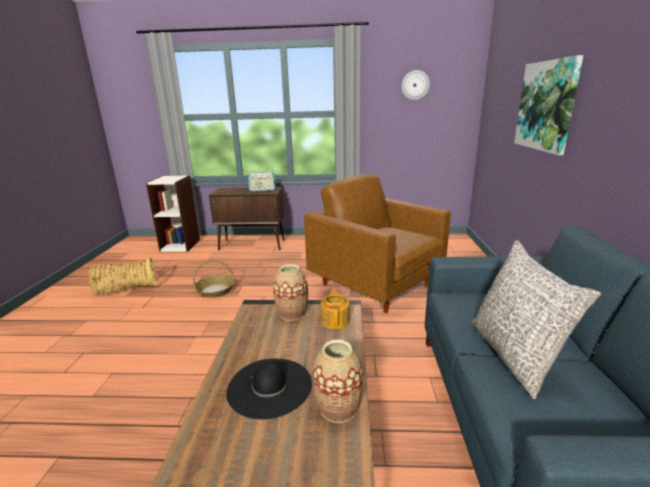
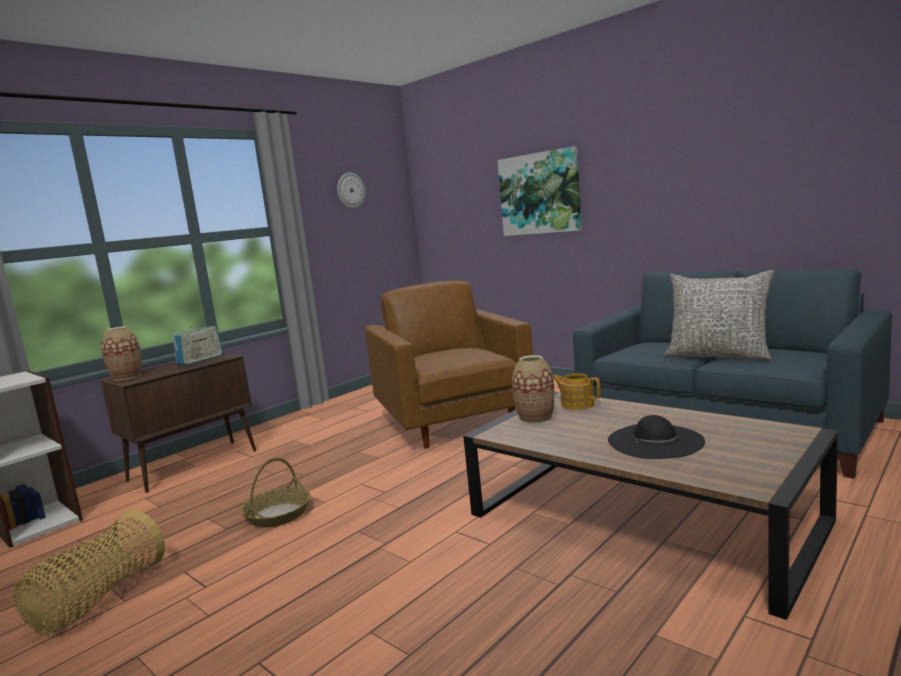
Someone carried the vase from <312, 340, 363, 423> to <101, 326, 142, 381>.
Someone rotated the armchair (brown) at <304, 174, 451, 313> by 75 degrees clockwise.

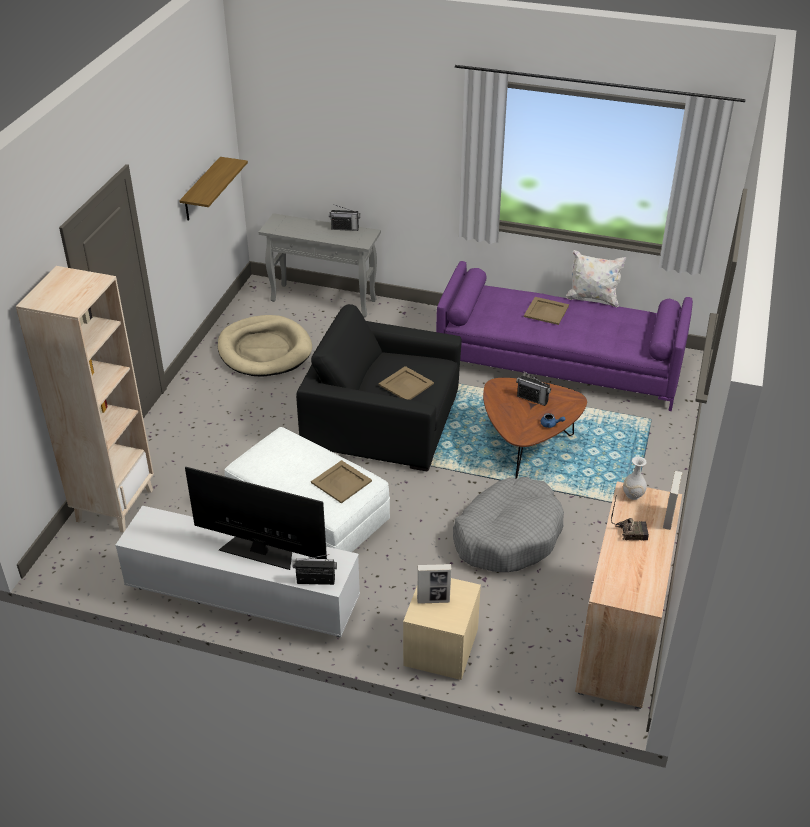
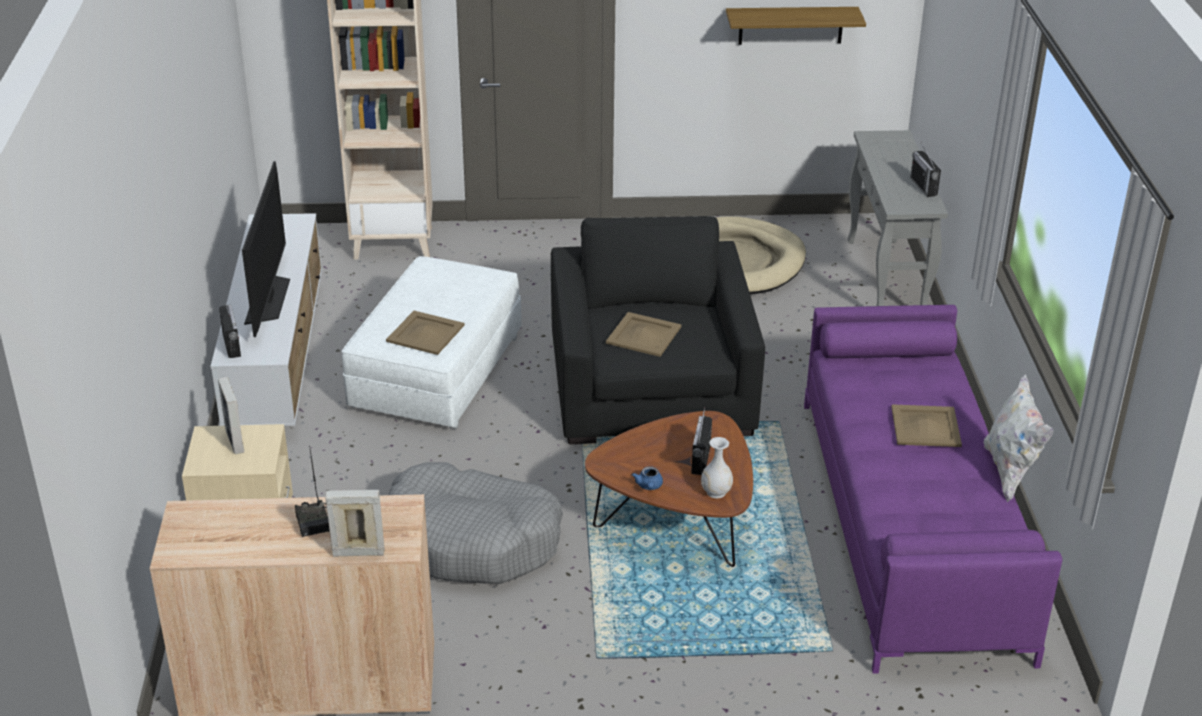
Someone carried the vase (white) from <623, 457, 647, 500> to <701, 437, 733, 498>.

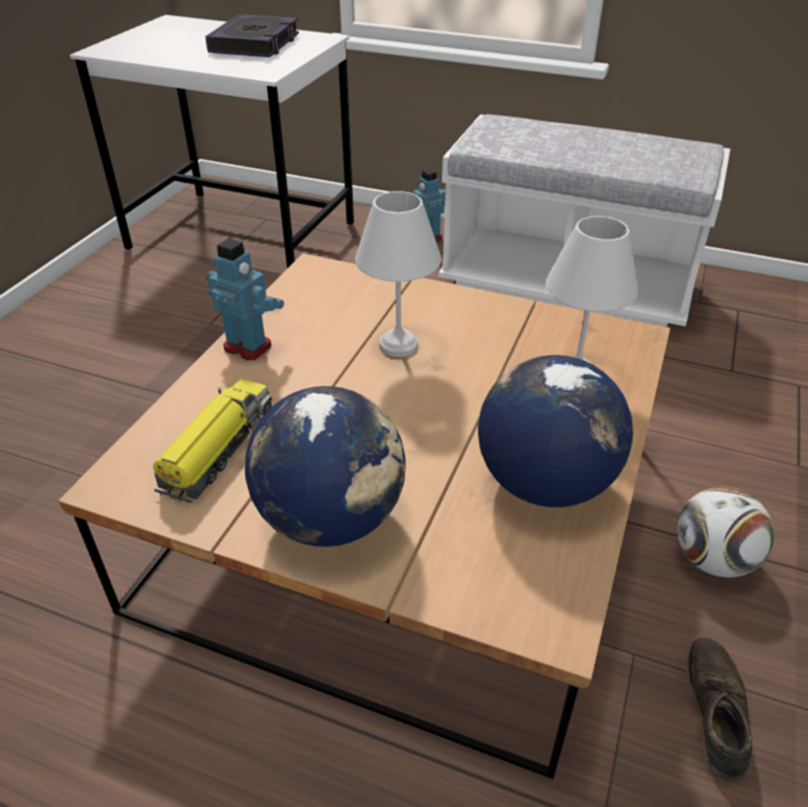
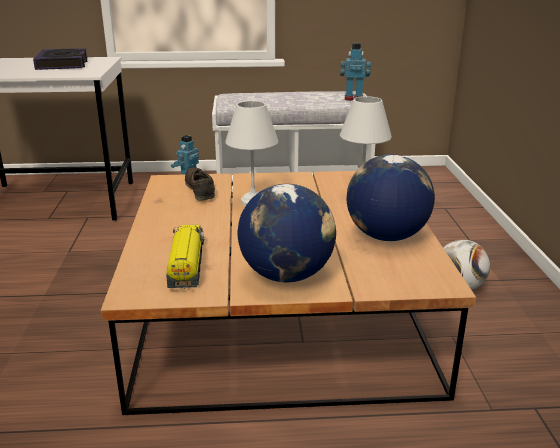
Someone carried the toy robot from <206, 238, 284, 360> to <340, 43, 371, 101>.
Someone carried the shoe (brown) from <686, 638, 752, 780> to <185, 168, 215, 201>.

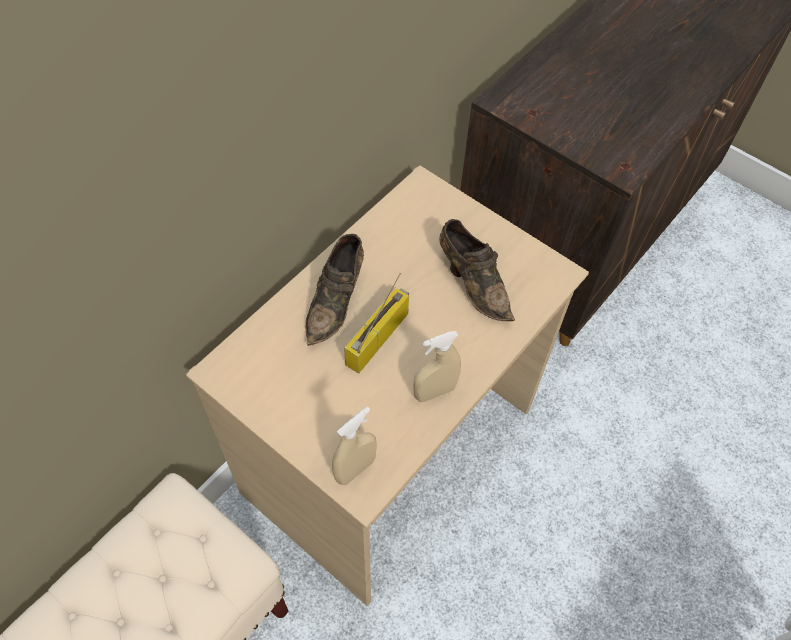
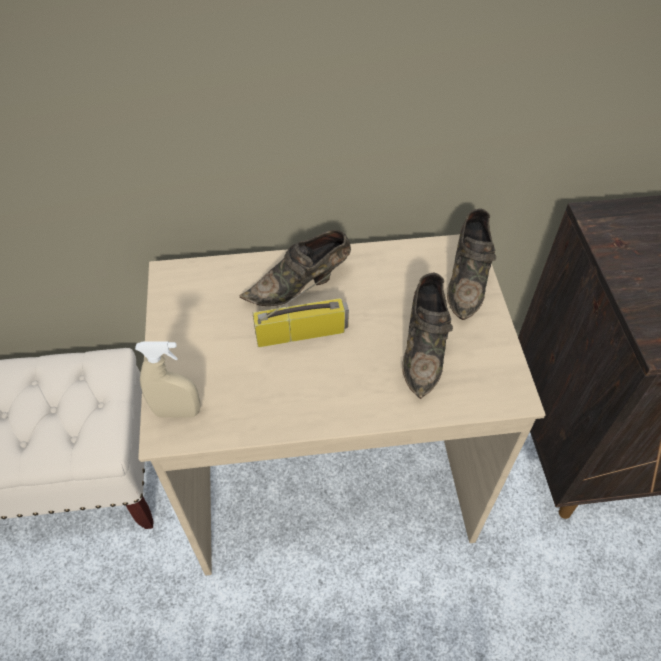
Someone took away the spray bottle (beige) at <413, 331, 461, 402>.
Someone put down the shoe (brown) at <447, 208, 496, 320>.

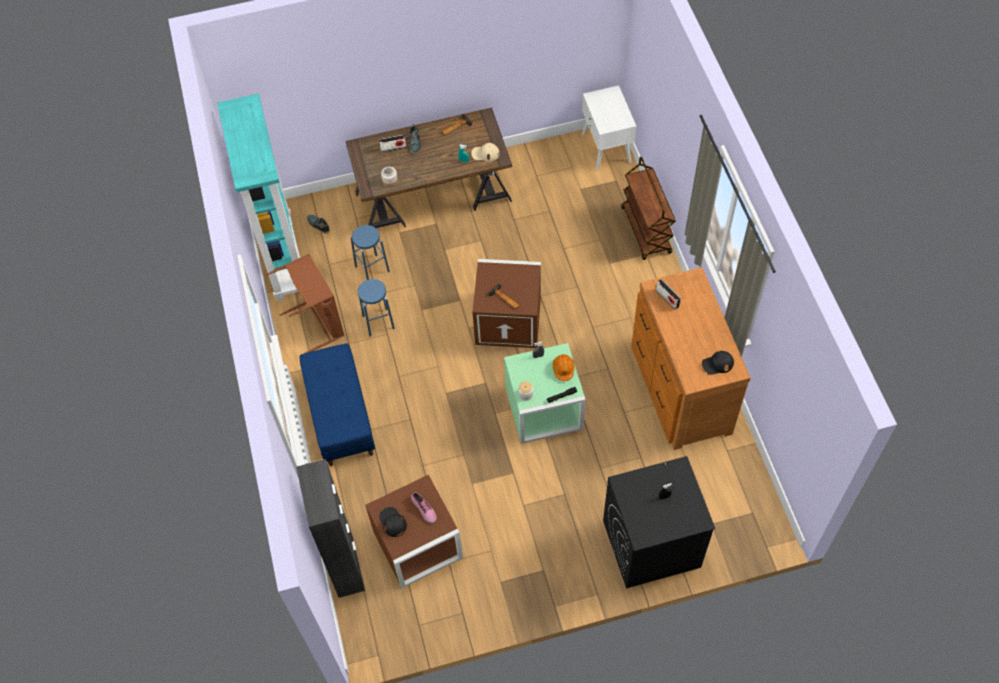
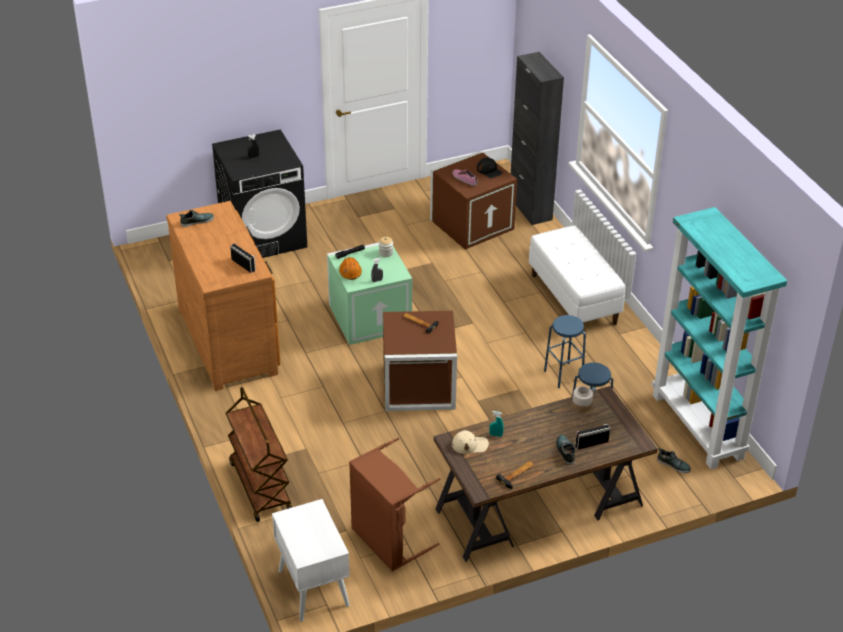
Someone carried the laundry basket (brown) from <266, 254, 344, 354> to <349, 438, 441, 571>.
Someone swapped the cap (black) at <702, 351, 734, 375> for the shoe at <179, 210, 214, 227>.
Someone repainted the bench (blue) at <300, 343, 375, 466>, which became the bench (white) at <529, 225, 625, 325>.

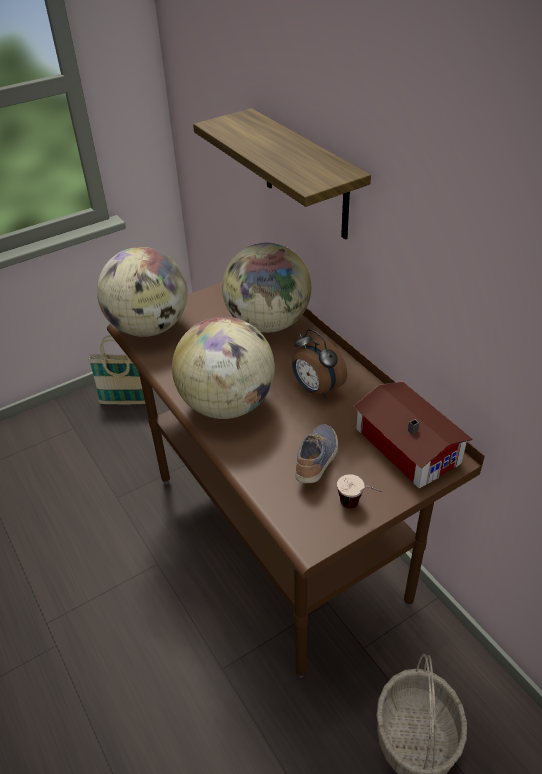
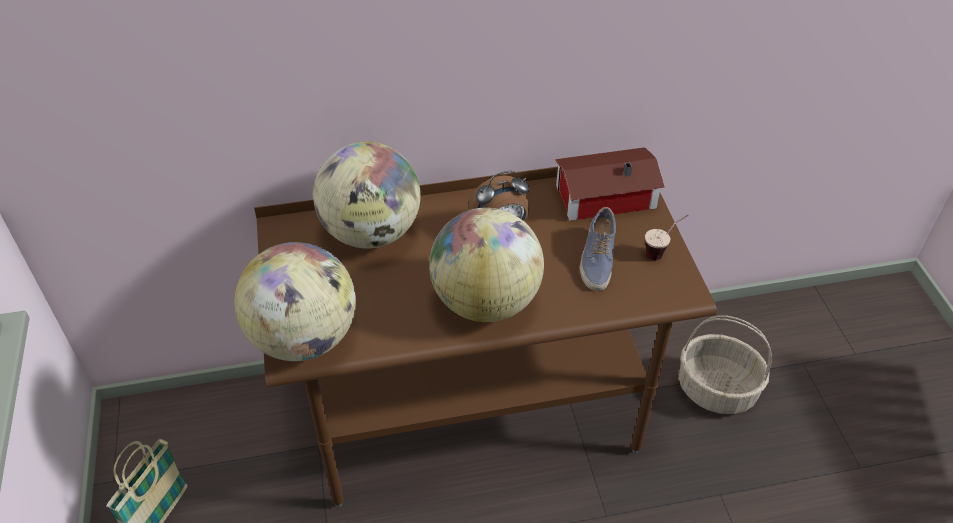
Someone took away the shelf at <193, 108, 371, 240>.
Someone rotated the shoe at <295, 425, 338, 483> by 120 degrees counterclockwise.

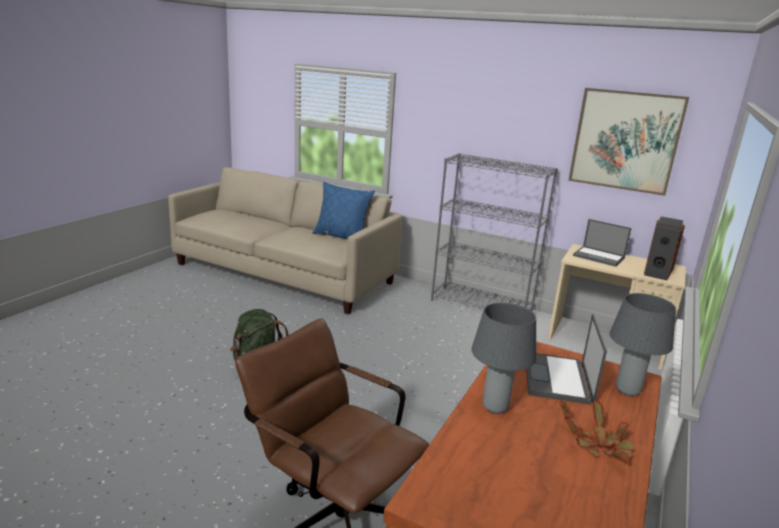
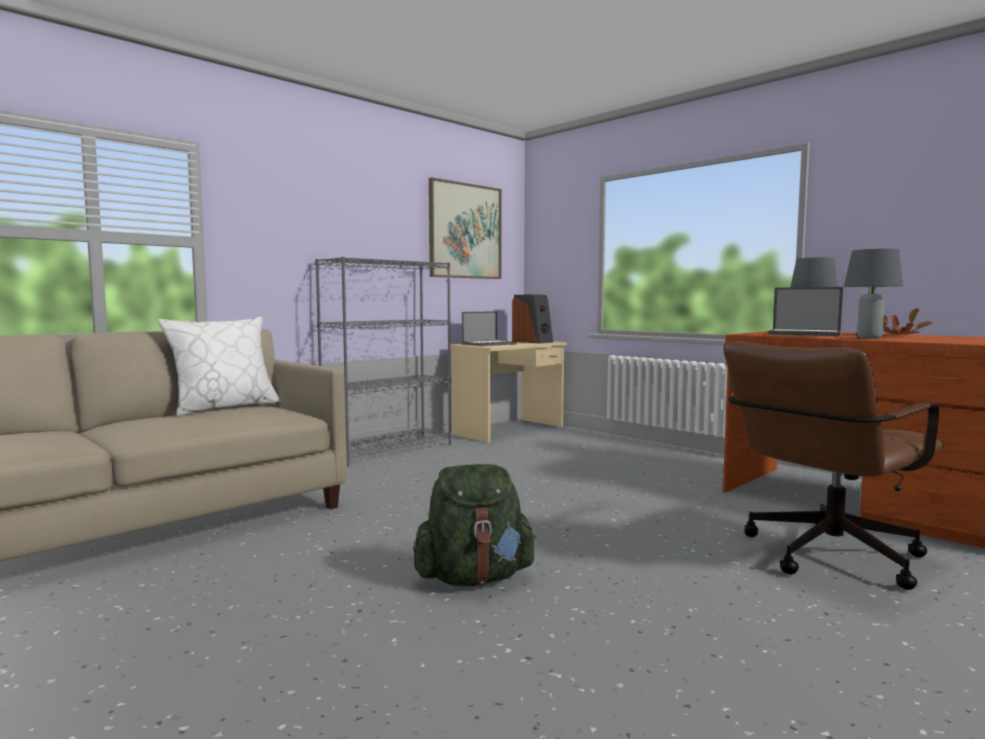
Someone repainted the pillow (blue) at <312, 182, 375, 239>, which became the pillow (white) at <158, 317, 281, 416>.

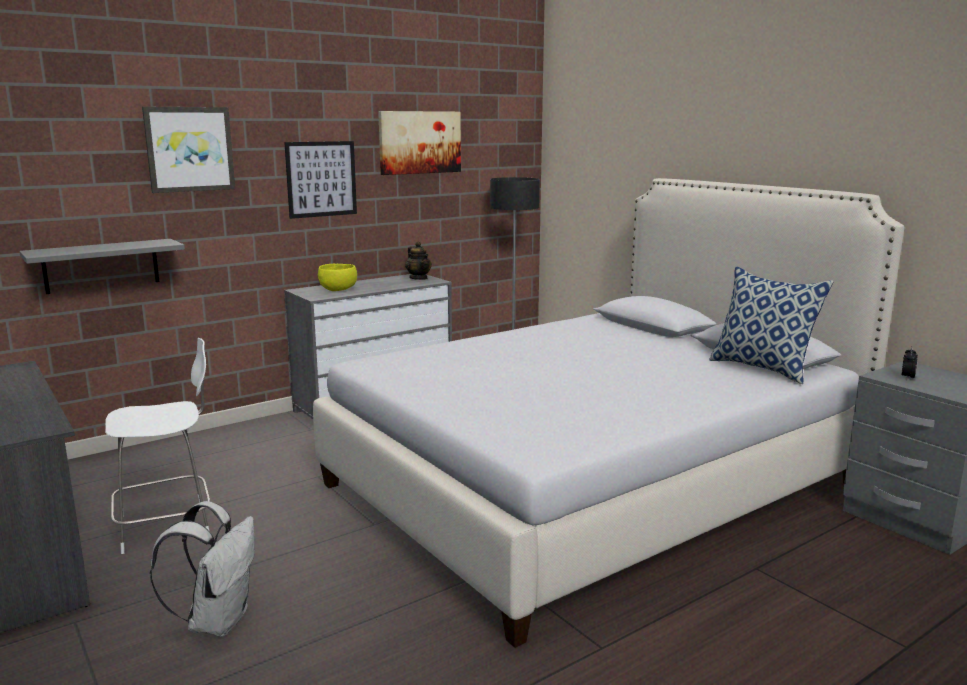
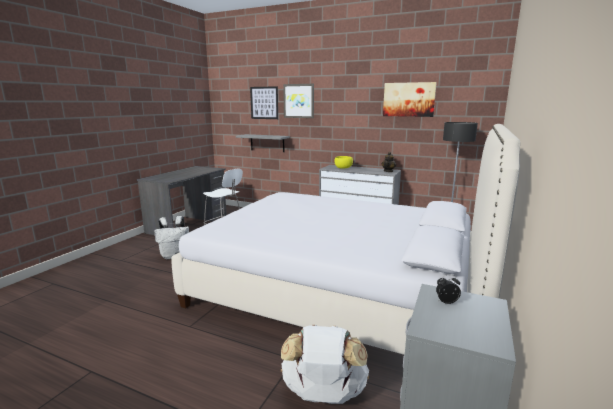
Someone took away the pillow at <709, 266, 833, 384>.
Someone put down the backpack (white) at <281, 325, 369, 404>.
Someone carried the picture from <284, 141, 357, 219> to <250, 86, 278, 119>.

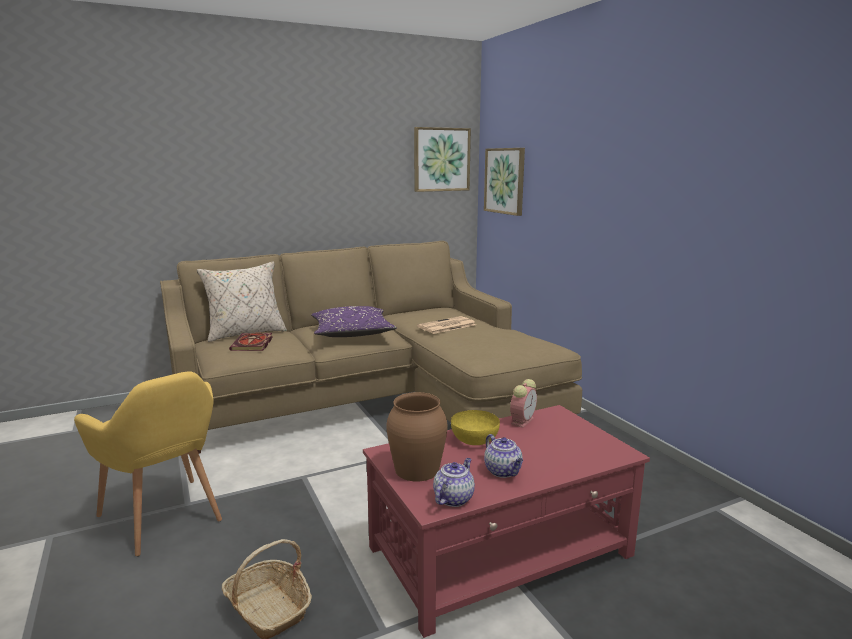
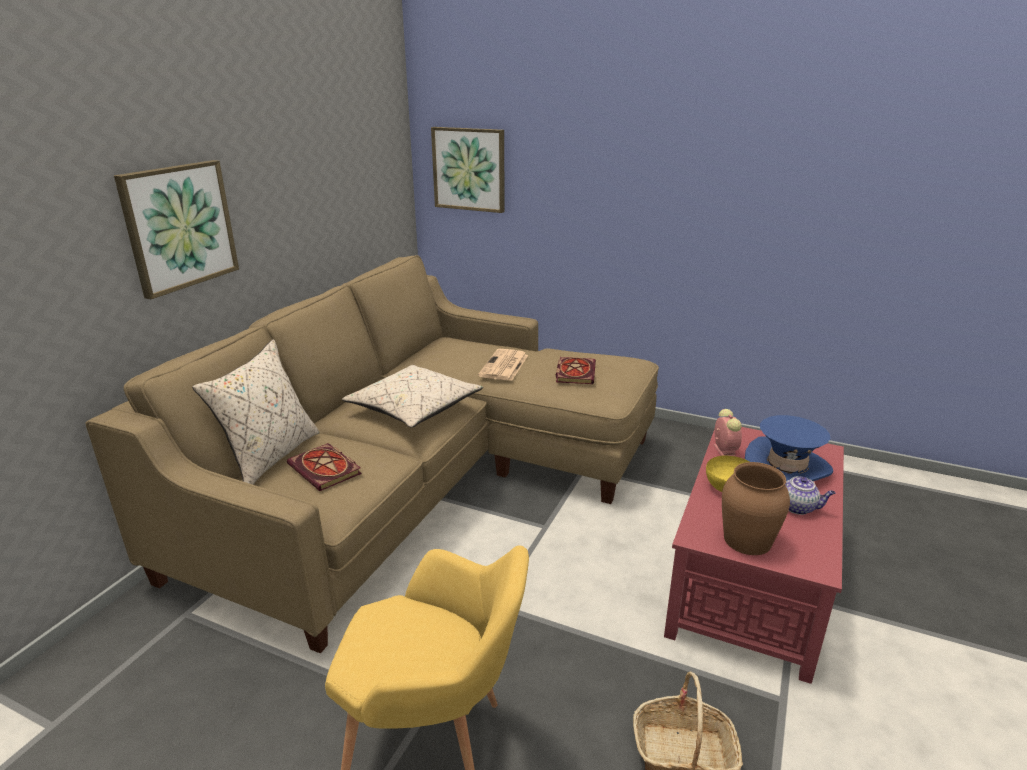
Someone took away the teapot at <433, 458, 475, 507>.
Someone put down the book at <556, 357, 596, 384>.
Someone put down the hat (blue) at <745, 415, 833, 481>.
Someone carried the picture from <414, 127, 471, 192> to <114, 160, 239, 299>.
Someone repainted the pillow (purple) at <311, 306, 397, 337>, which became the pillow (beige) at <342, 365, 483, 427>.

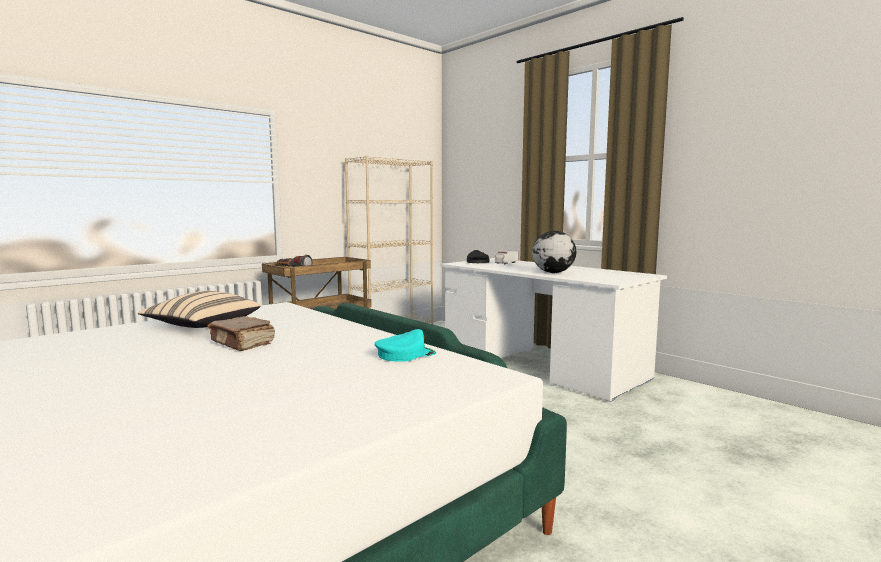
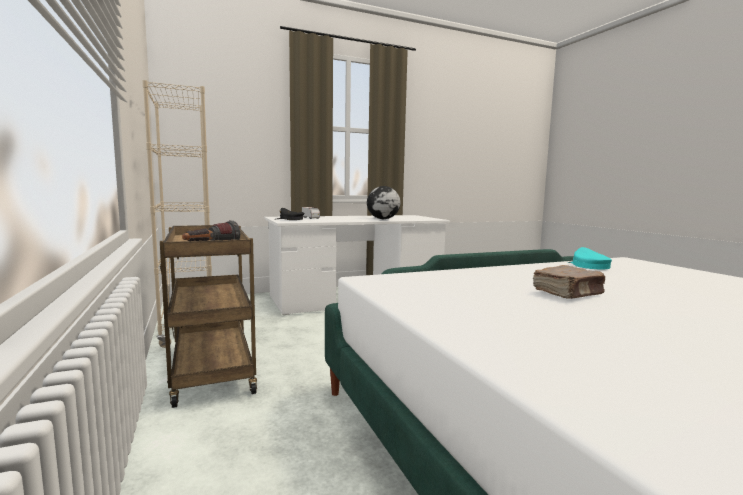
Someone took away the pillow (beige) at <138, 291, 261, 328>.

